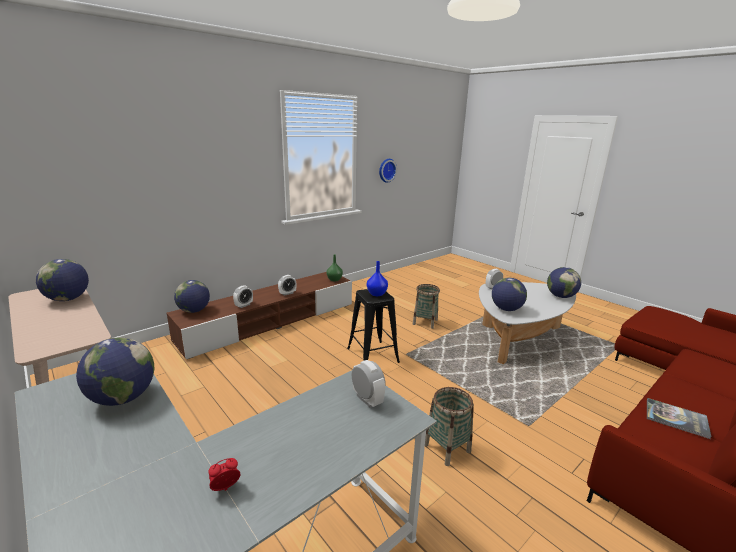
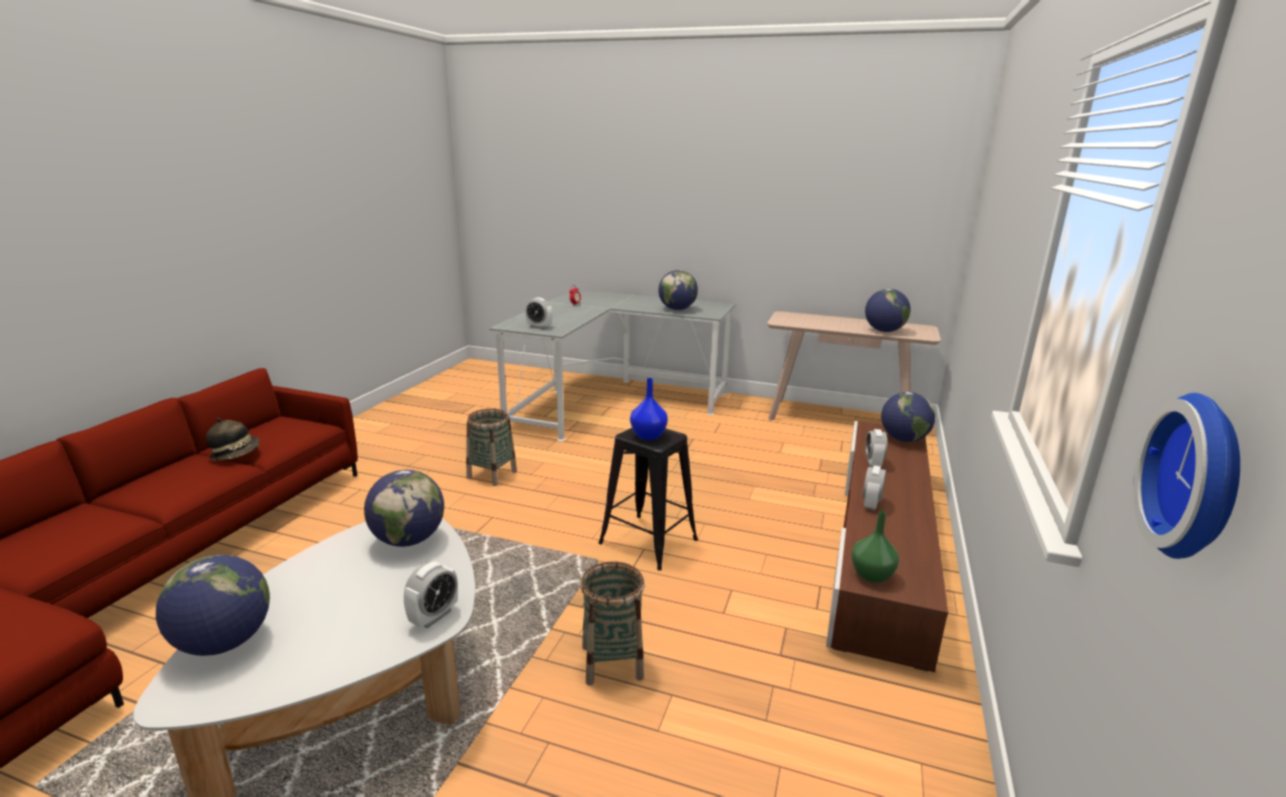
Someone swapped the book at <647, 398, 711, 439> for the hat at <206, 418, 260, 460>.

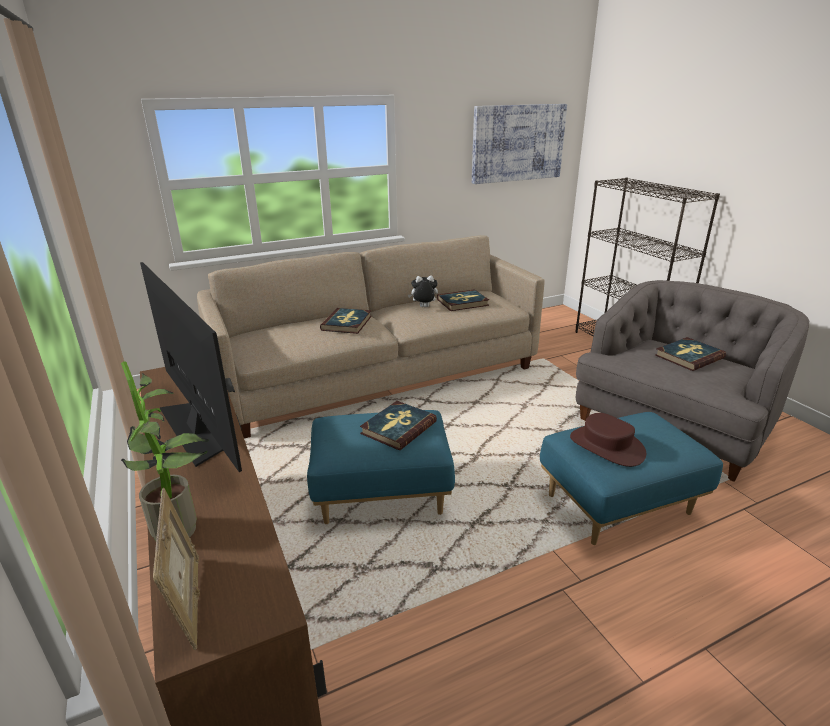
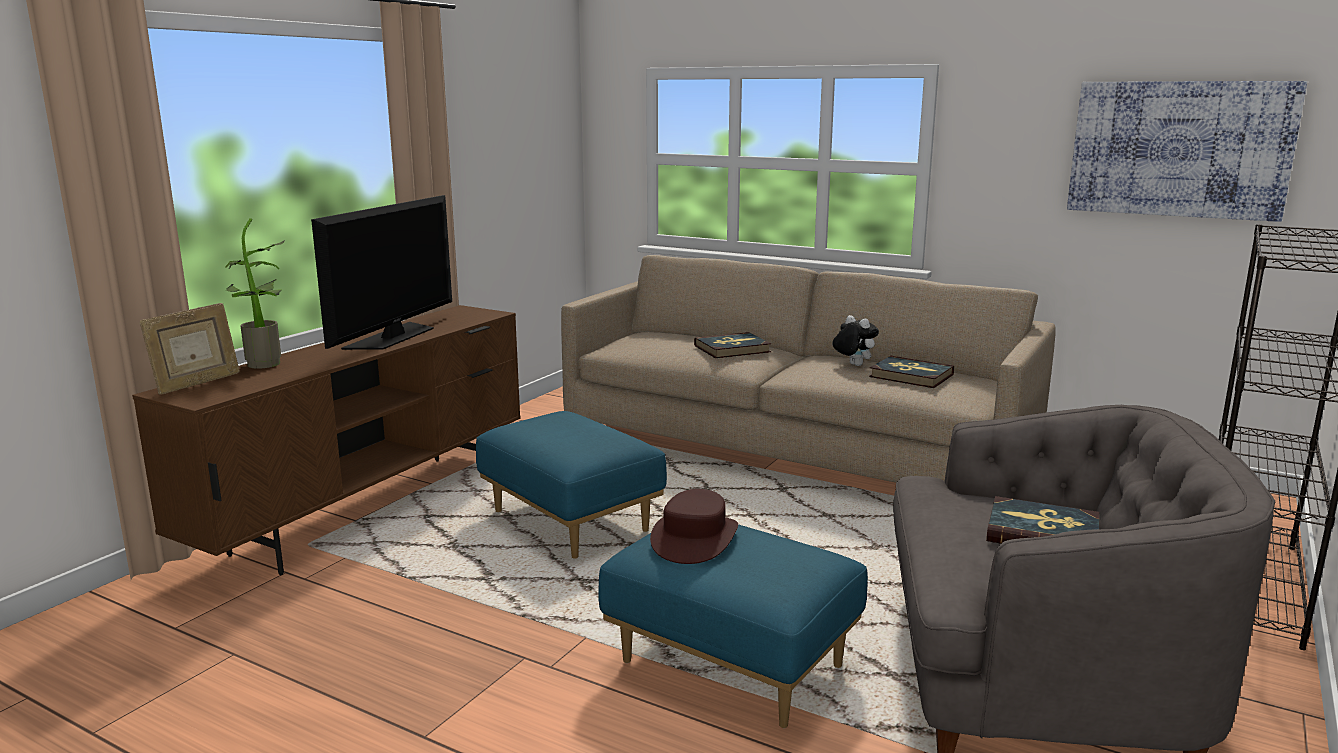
Someone took away the book at <360, 401, 437, 450>.

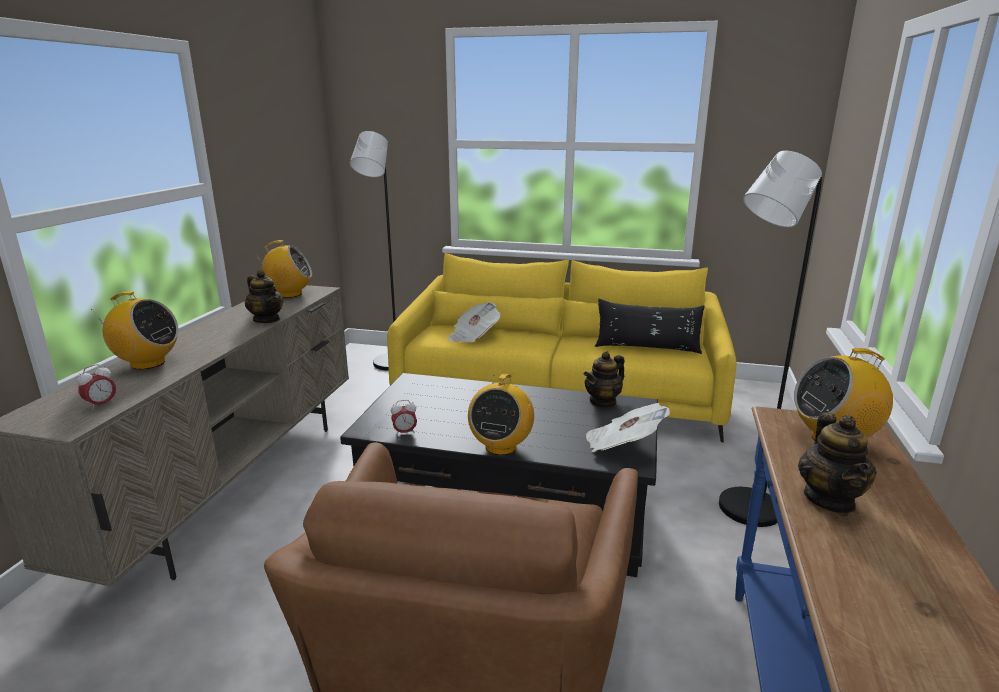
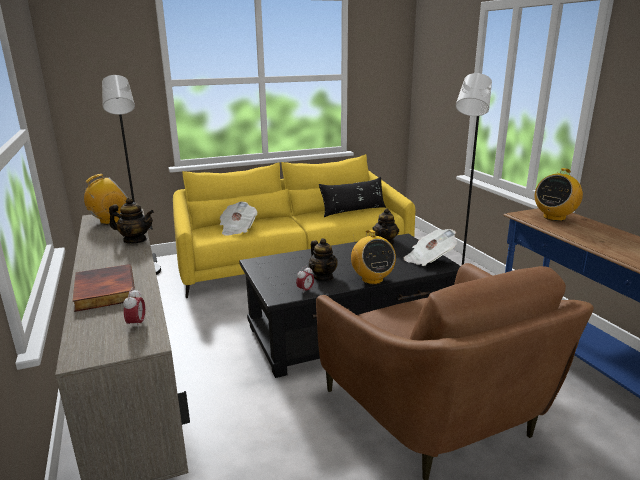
Someone carried the teapot from <798, 413, 876, 513> to <309, 238, 338, 281>.
Someone swapped the radio at <91, 291, 178, 370> for the book at <73, 264, 136, 312>.

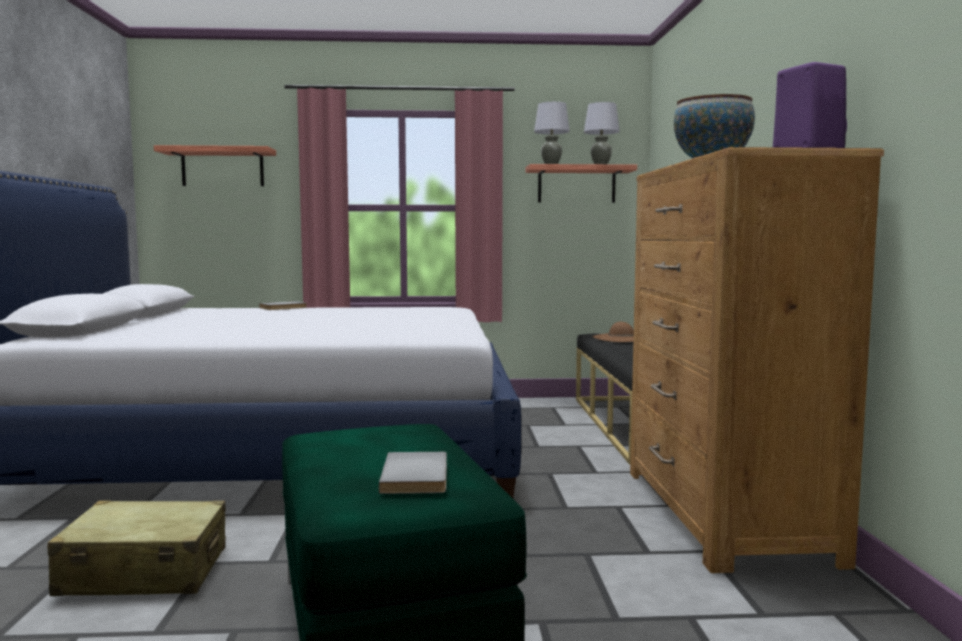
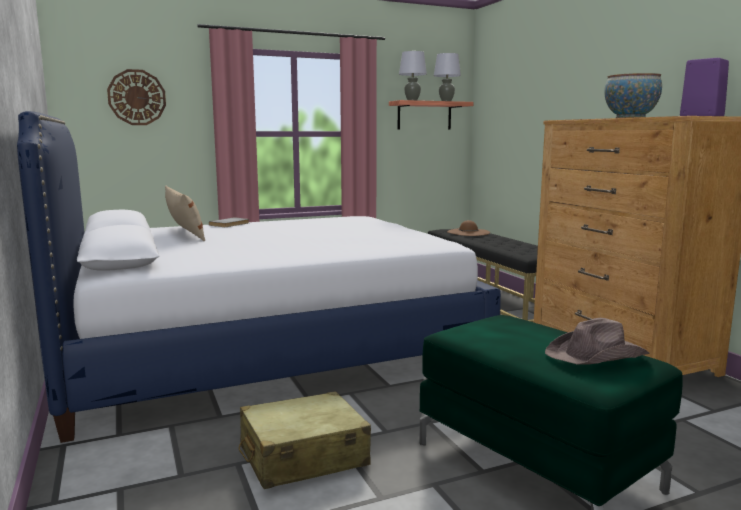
Someone put down the pillow (beige) at <165, 186, 205, 241>.
Someone swapped the shelf at <154, 145, 276, 186> for the wall clock at <107, 69, 166, 125>.
Someone swapped the book (grey) at <378, 452, 447, 494> for the hat (brown) at <545, 318, 649, 364>.

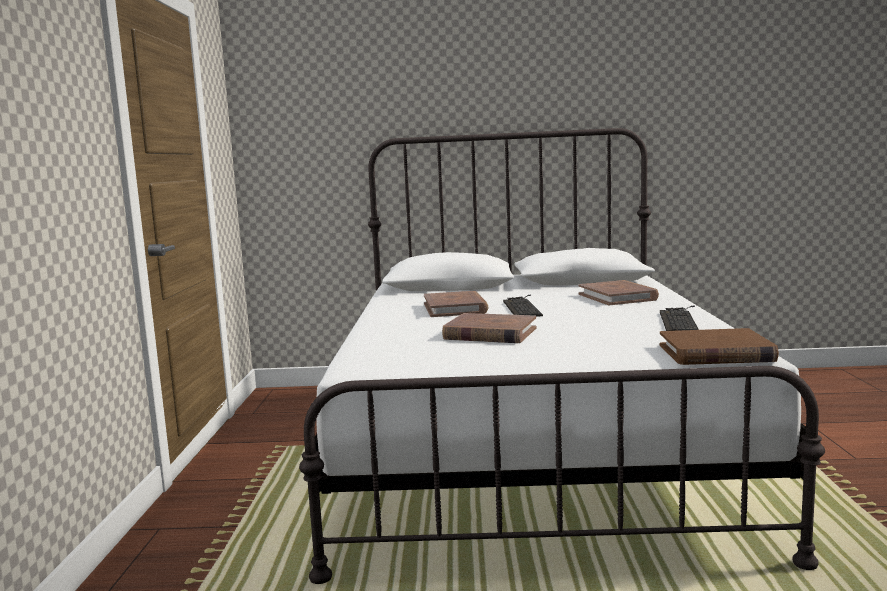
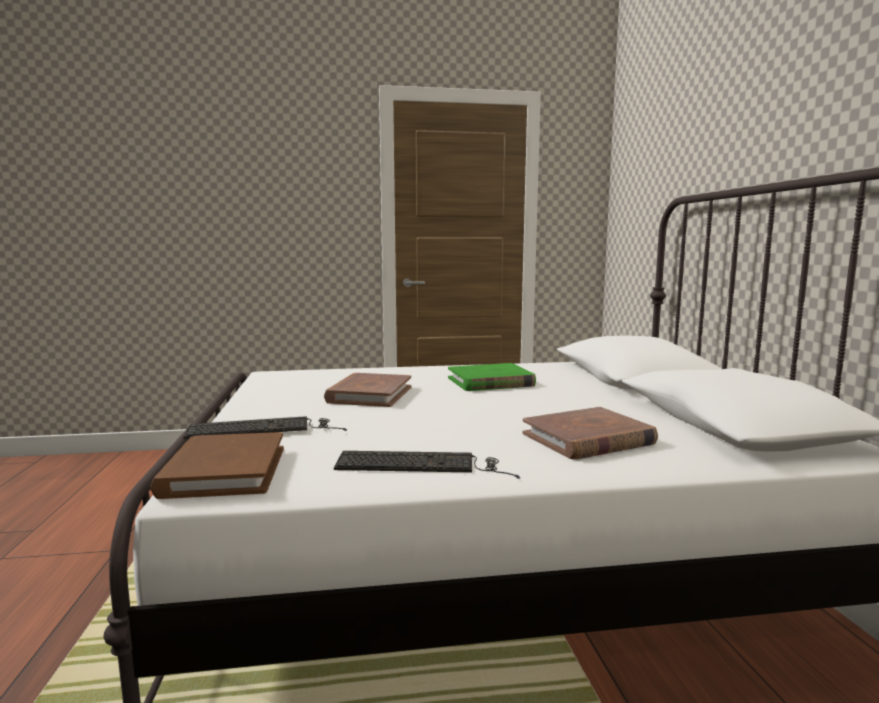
Someone carried the keyboard from <503, 295, 543, 317> to <183, 416, 347, 439>.
Someone repainted the book (brown) at <424, 291, 488, 317>, which became the book (green) at <448, 363, 536, 391>.

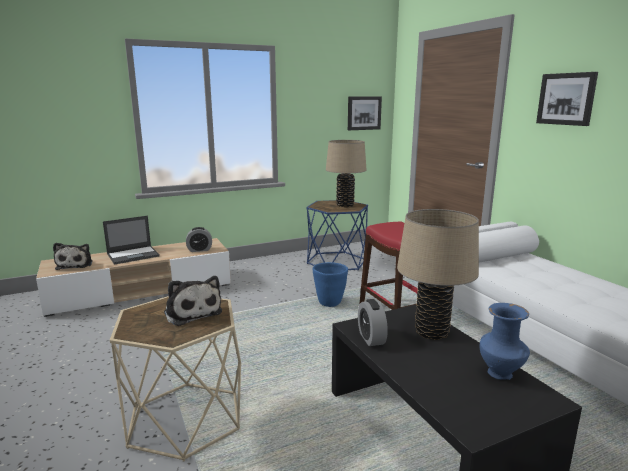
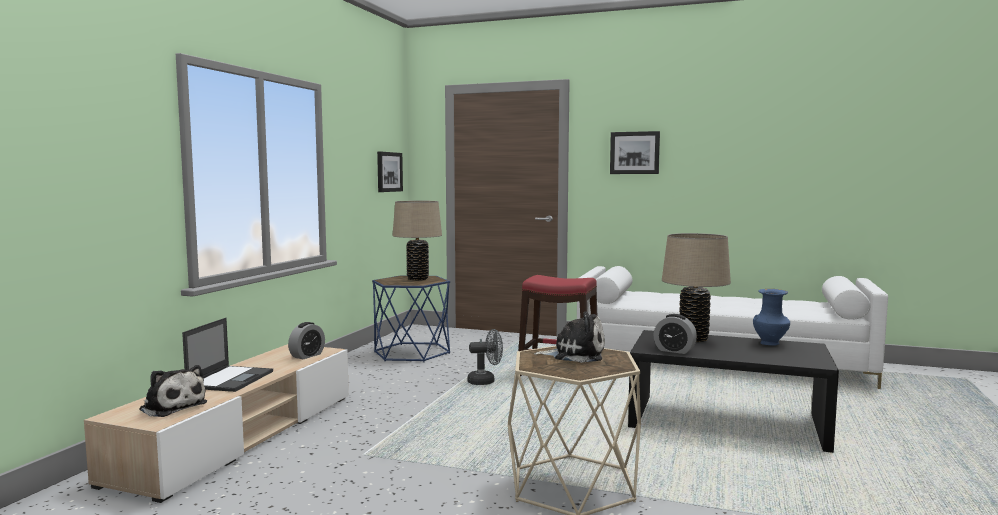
Someone swapped the planter (blue) at <313, 262, 348, 307> for the fan (grey) at <467, 329, 503, 385>.

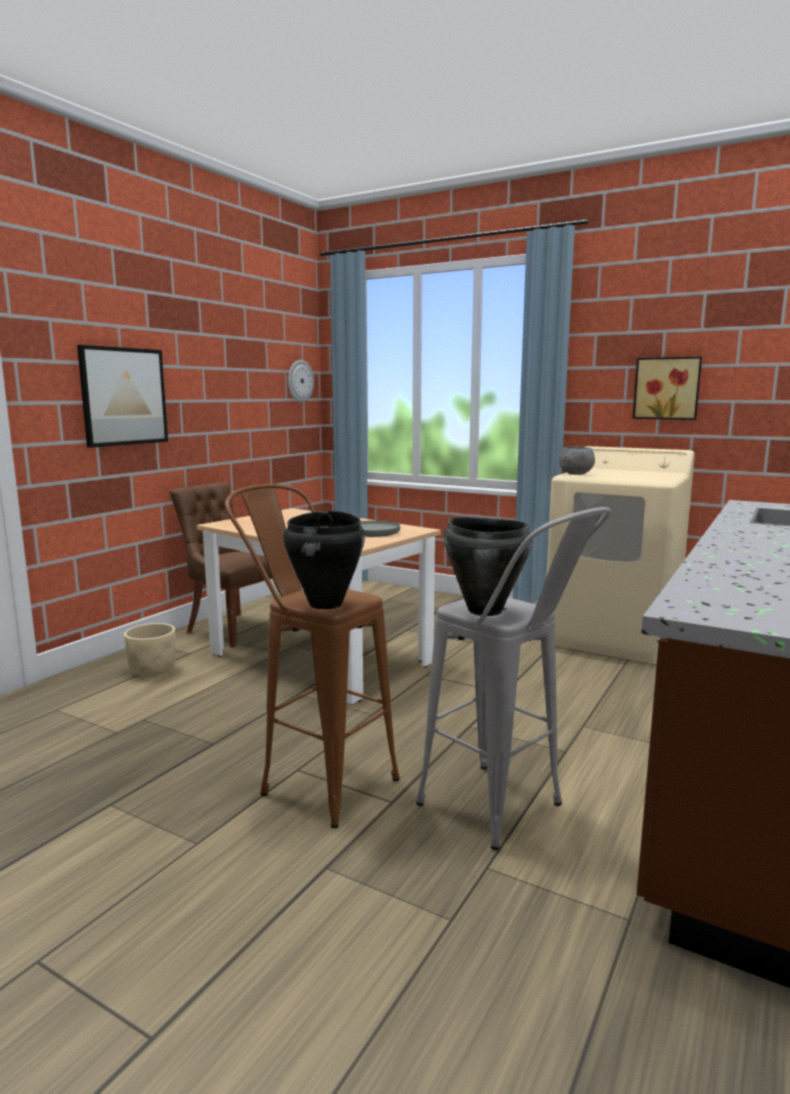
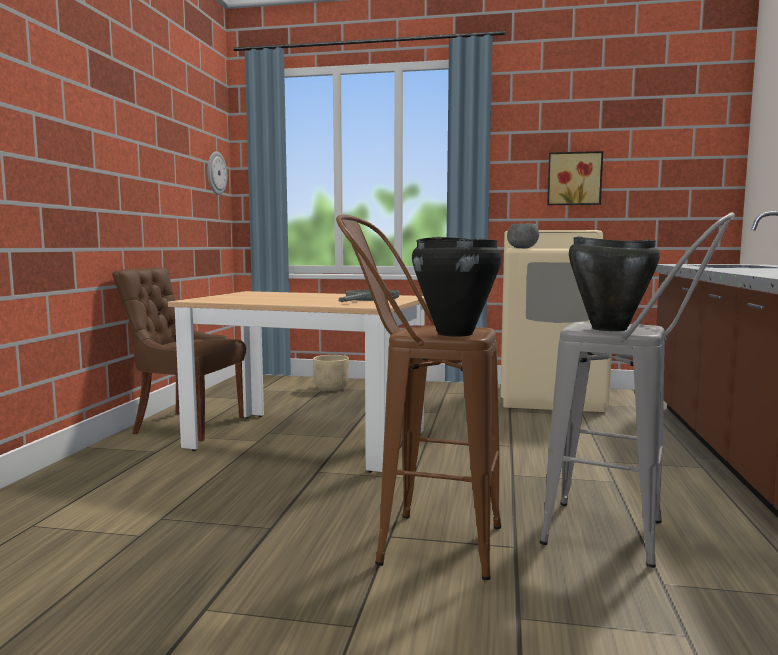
Someone took away the picture at <77, 345, 168, 448>.
Someone carried the planter (beige) from <124, 623, 176, 676> to <313, 355, 349, 391>.

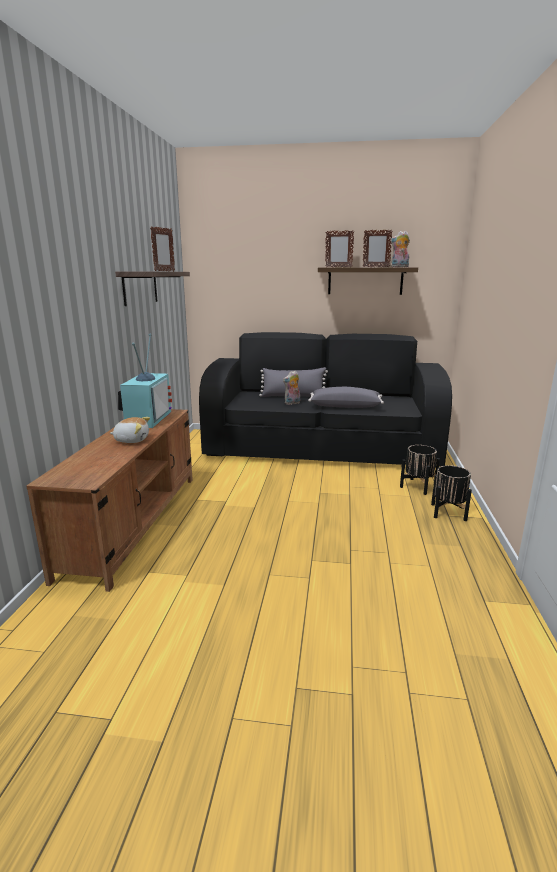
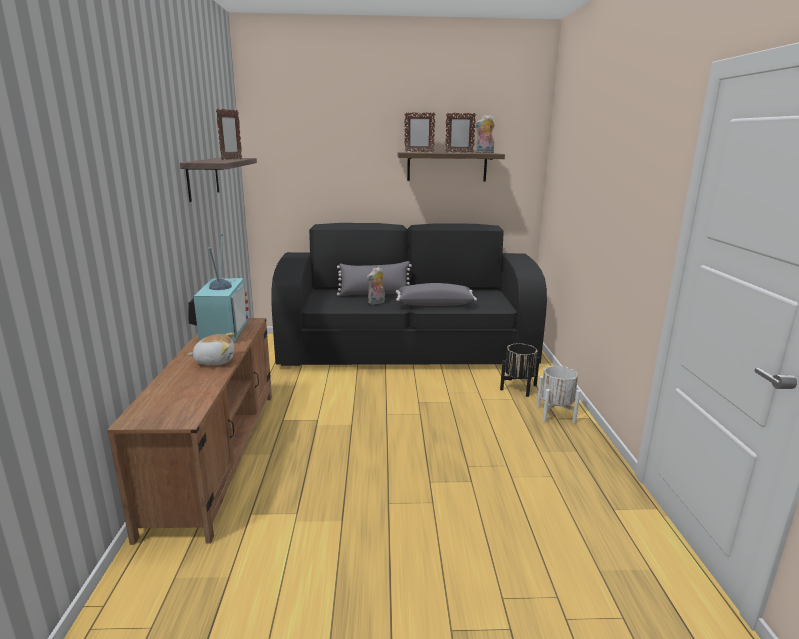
Someone repainted the planter (black) at <431, 465, 472, 521>, which became the planter (white) at <537, 366, 580, 423>.

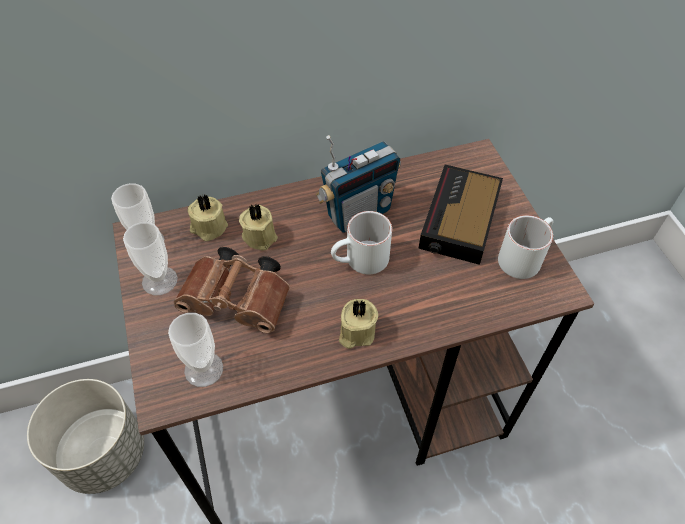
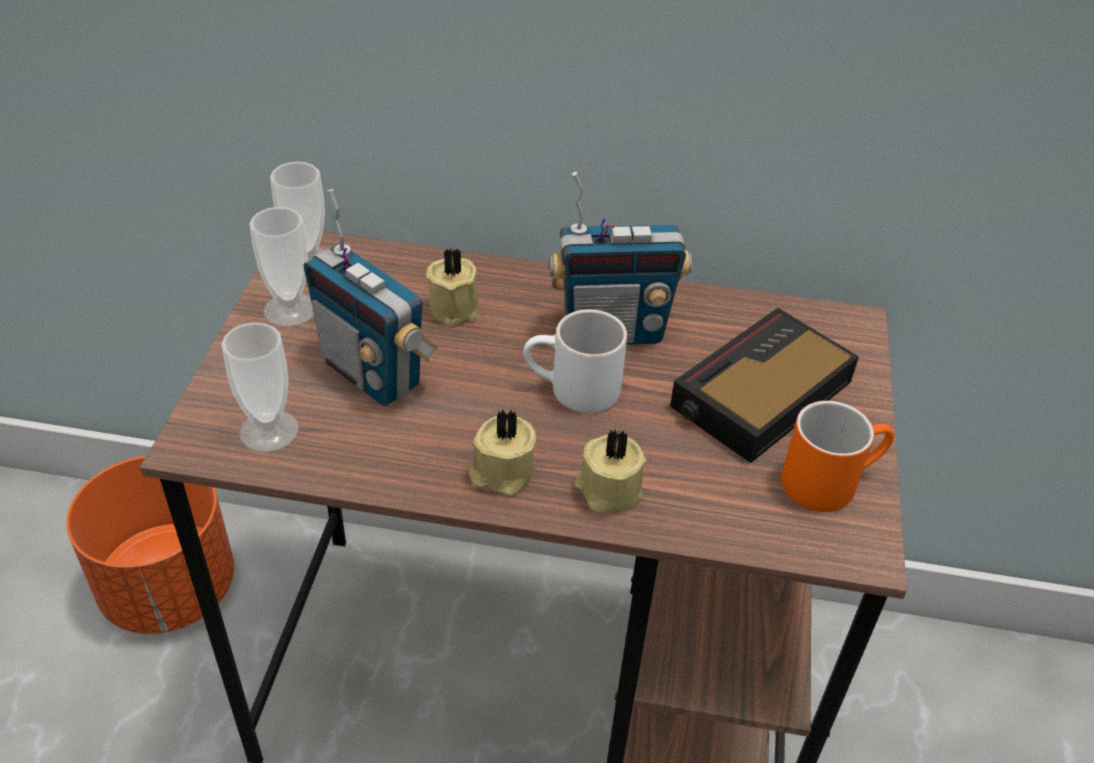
Someone carried the candle (beige) from <187, 194, 228, 241> to <574, 429, 646, 513>.
Someone swapped the binoculars (brown) at <174, 247, 290, 333> for the radio at <303, 189, 438, 406>.
Someone repainted the planter (grey) at <27, 379, 144, 494>, which became the planter (orange) at <67, 456, 234, 634>.
Someone repainted the mug (white) at <498, 215, 553, 279>, which became the mug (orange) at <781, 401, 894, 512>.

